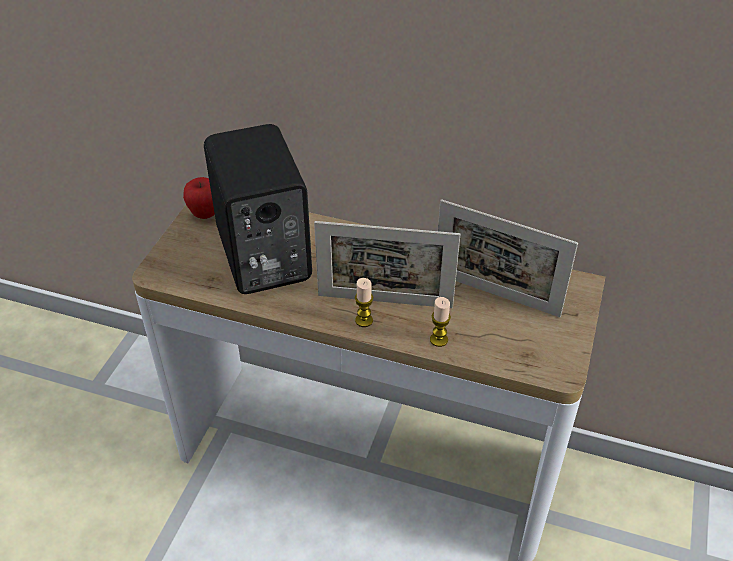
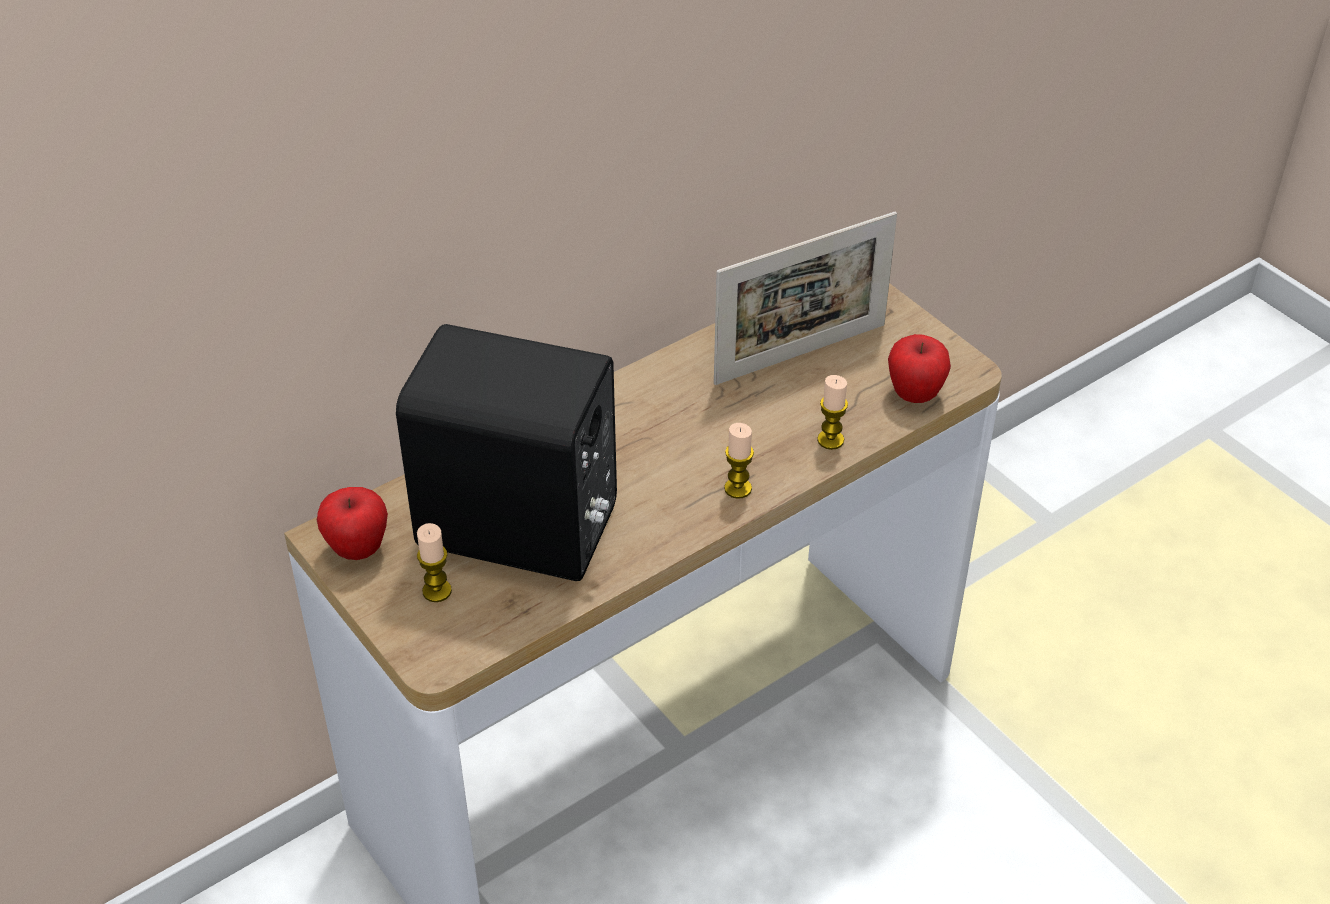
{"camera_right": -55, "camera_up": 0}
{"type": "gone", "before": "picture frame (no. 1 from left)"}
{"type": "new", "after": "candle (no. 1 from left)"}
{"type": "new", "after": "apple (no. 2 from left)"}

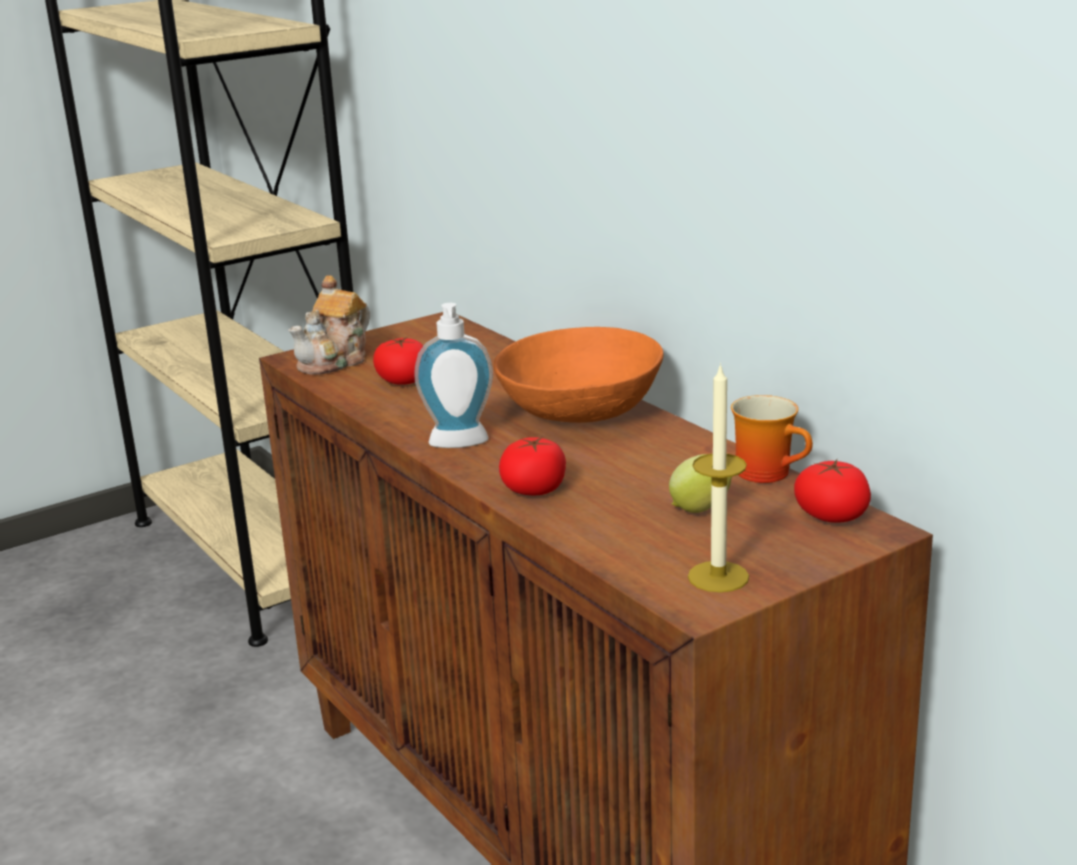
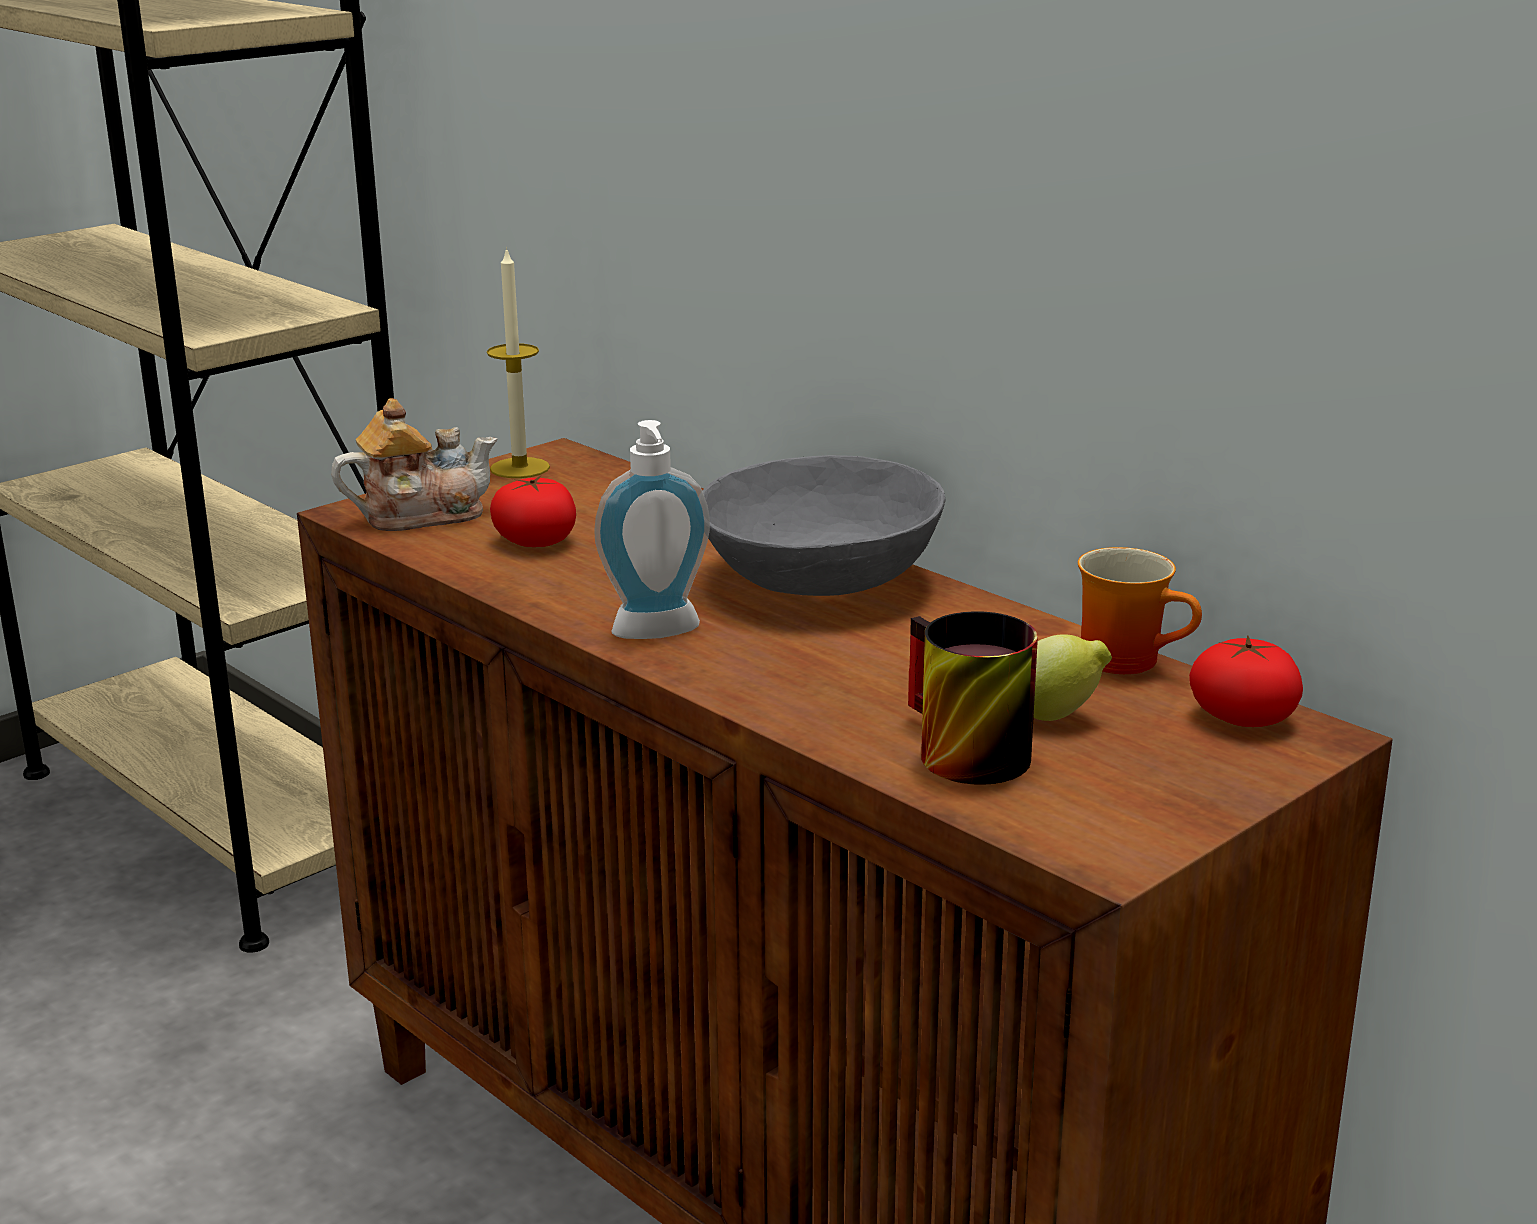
{"camera_right": -10, "camera_up": 0}
{"type": "rotated", "before": "teapot", "turn": -135}
{"type": "repainted", "before": "orange bowl", "after": "grey bowl"}
{"type": "gone", "before": "tomato (no. 2 from left)"}
{"type": "shifted", "before": "candle"}
{"type": "new", "after": "mug (no. 1 from left)"}

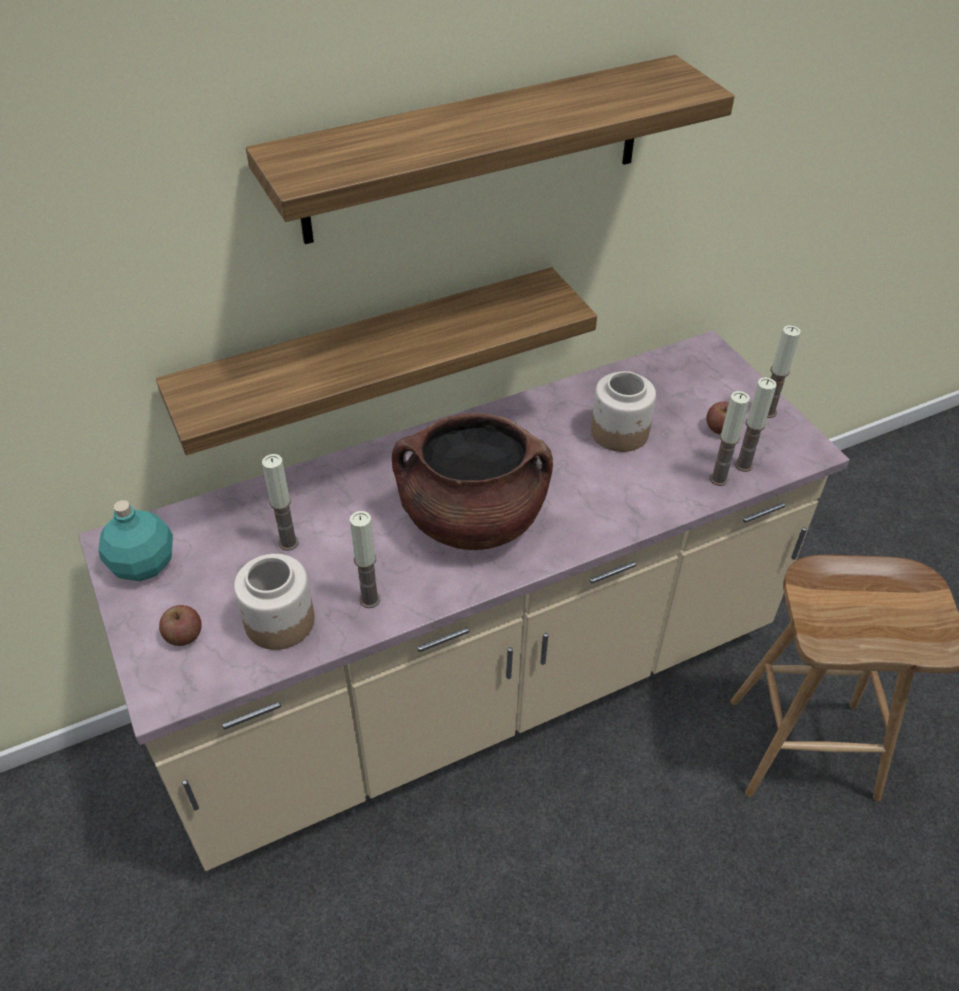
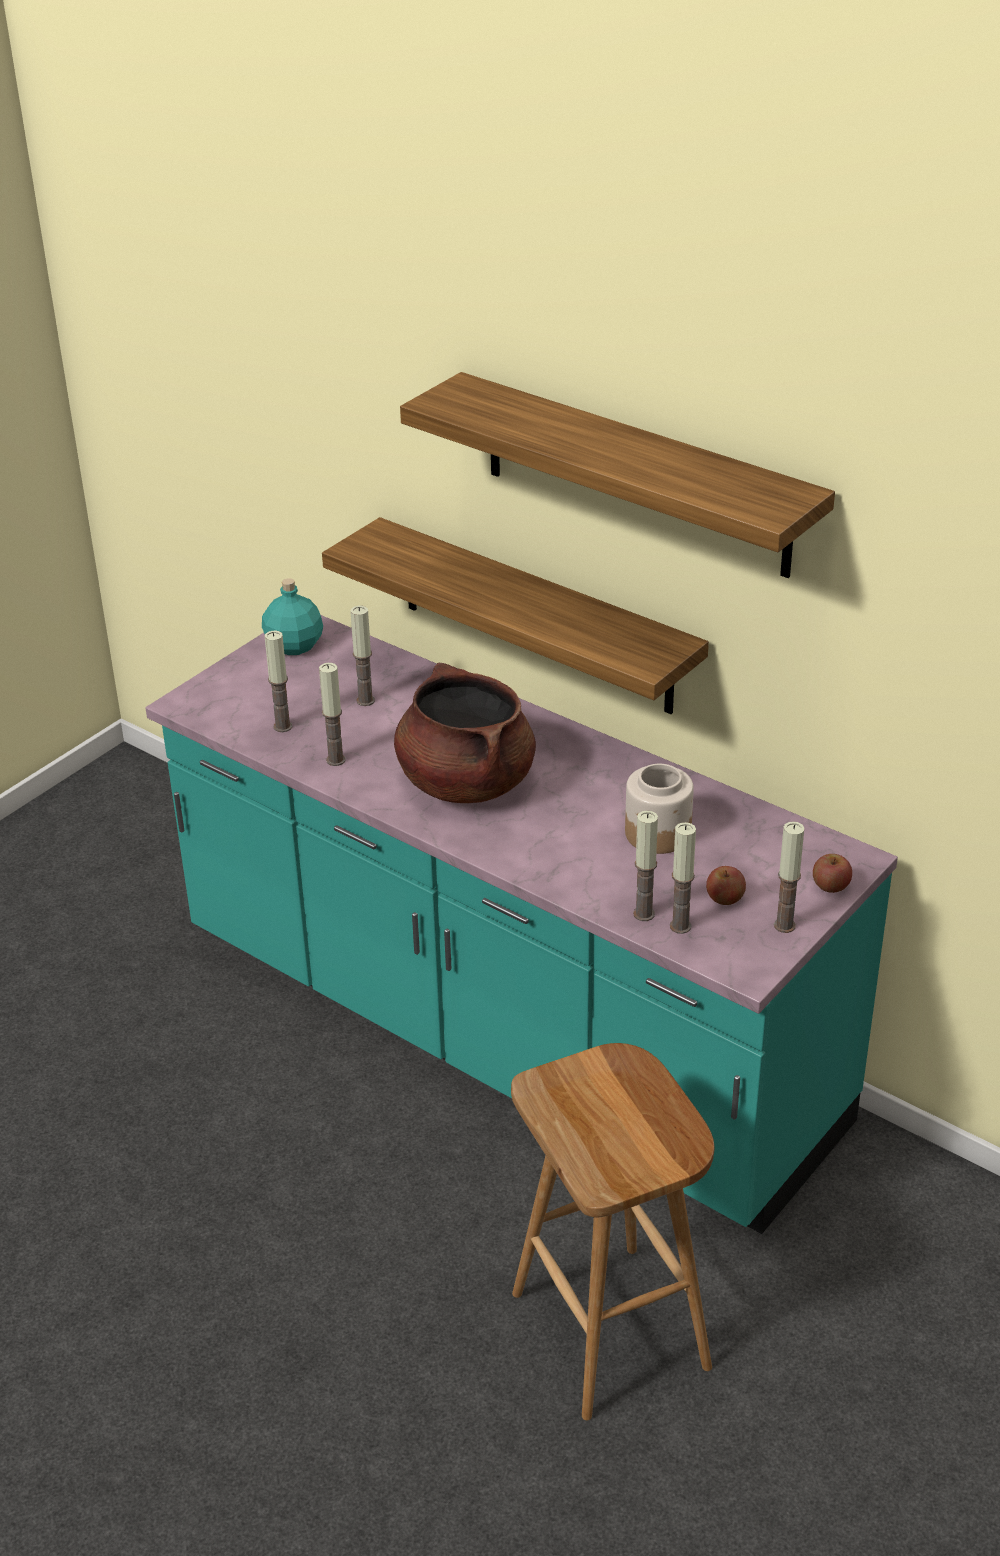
{"camera_right": 65, "camera_up": -10}
{"type": "repainted", "before": "beige counter", "after": "turquoise counter"}
{"type": "shifted", "before": "apple (no. 1 from left in the first image)", "after": "apple (no. 2 from left)"}
{"type": "swapped", "before": "jar (no. 1 from left)", "after": "candle (no. 1 from left)"}

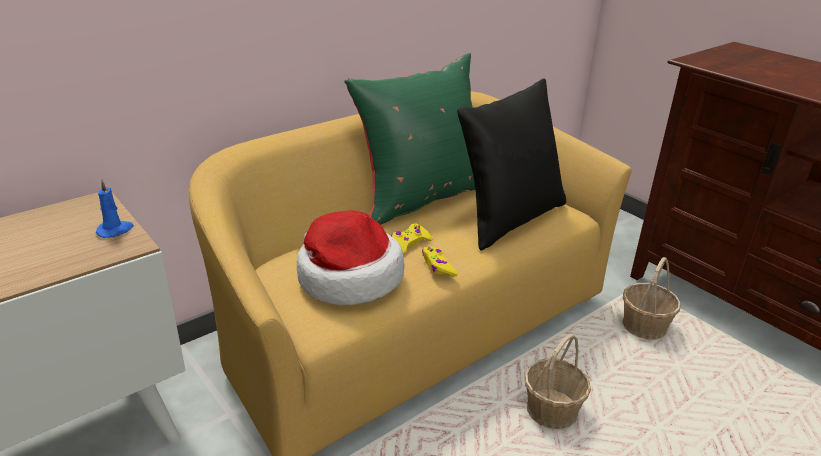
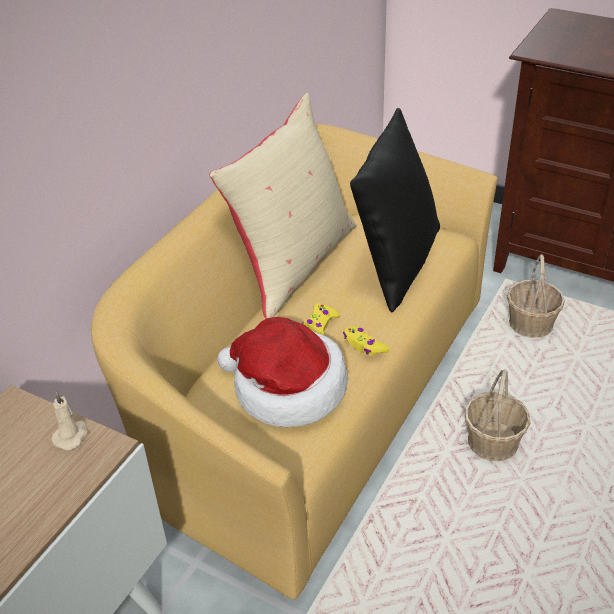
{"camera_right": -20, "camera_up": 10}
{"type": "repainted", "before": "blue candle", "after": "beige candle"}
{"type": "repainted", "before": "green pillow", "after": "beige pillow"}

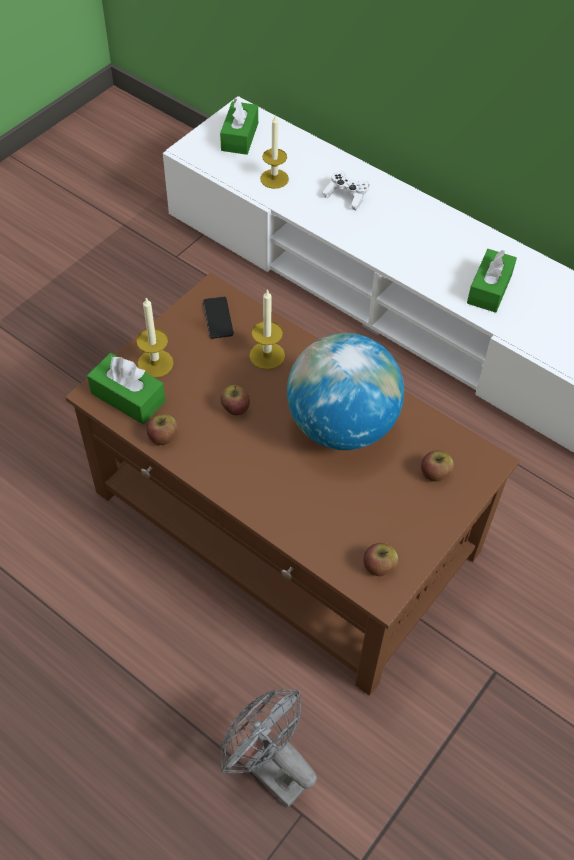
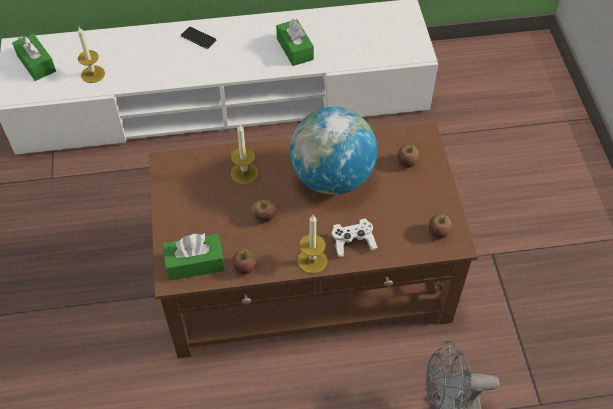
{"camera_right": -45, "camera_up": 0}
{"type": "shifted", "before": "candle (no. 1 from left in the first image)", "after": "candle (no. 3 from left)"}
{"type": "shifted", "before": "phone"}
{"type": "shifted", "before": "white game controller"}

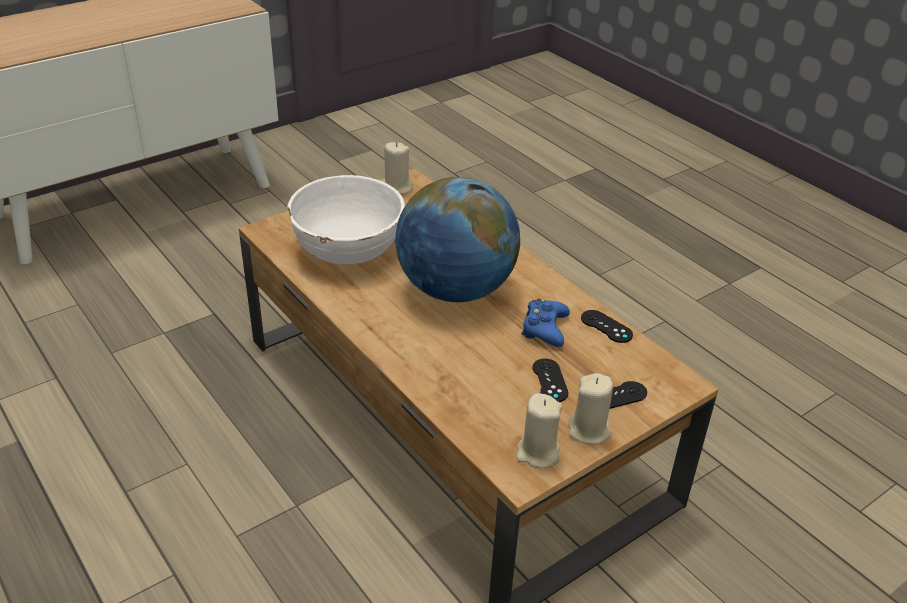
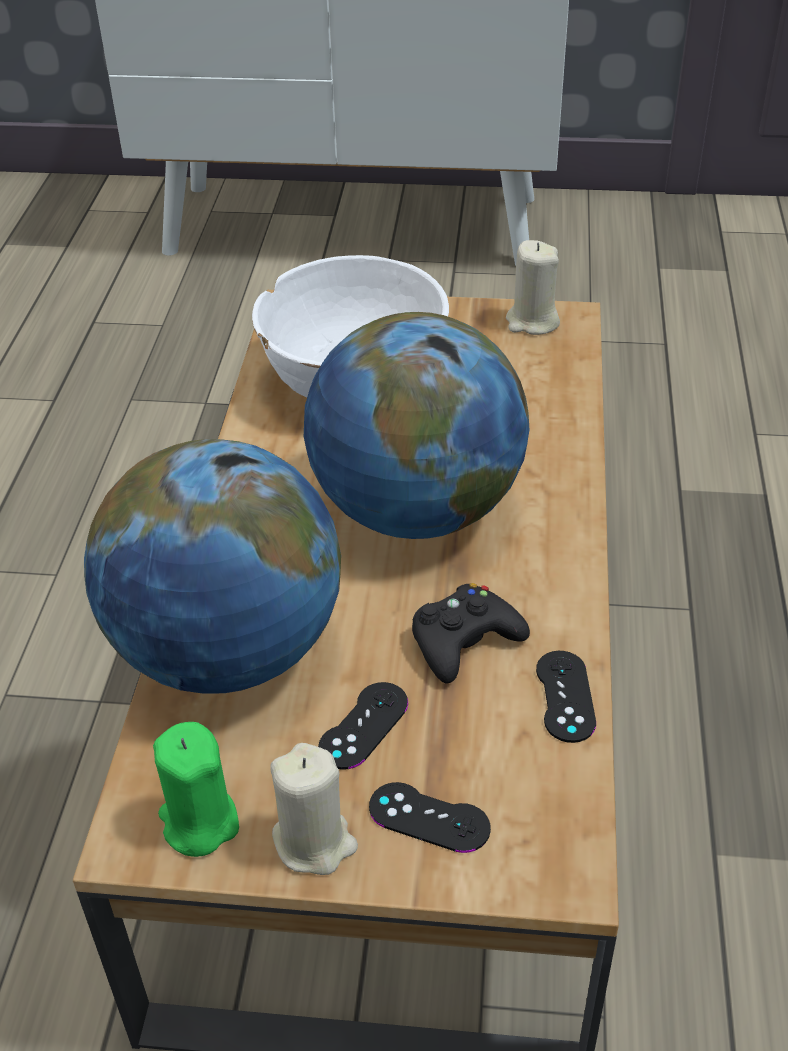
{"camera_right": 45, "camera_up": 5}
{"type": "repainted", "before": "beige candle (no. 2 from left)", "after": "green candle"}
{"type": "repainted", "before": "blue game controller", "after": "black game controller (no. 3 from left)"}
{"type": "new", "after": "globe (no. 1 from left)"}

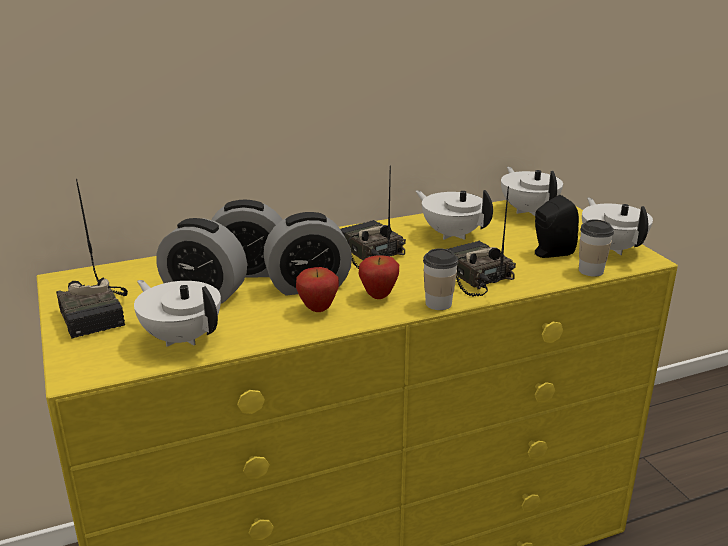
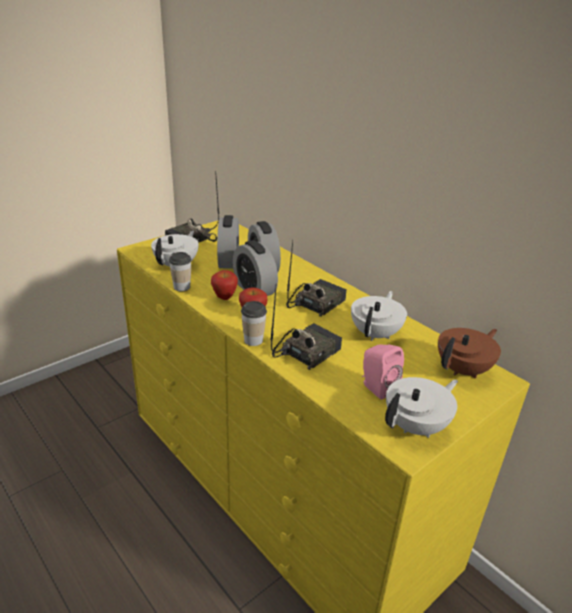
{"camera_right": 70, "camera_up": 5}
{"type": "repainted", "before": "white teapot (no. 3 from left)", "after": "brown teapot"}
{"type": "repainted", "before": "black speaker", "after": "pink speaker"}
{"type": "shifted", "before": "cup (no. 2 from left in the first image)", "after": "cup (no. 1 from left)"}

